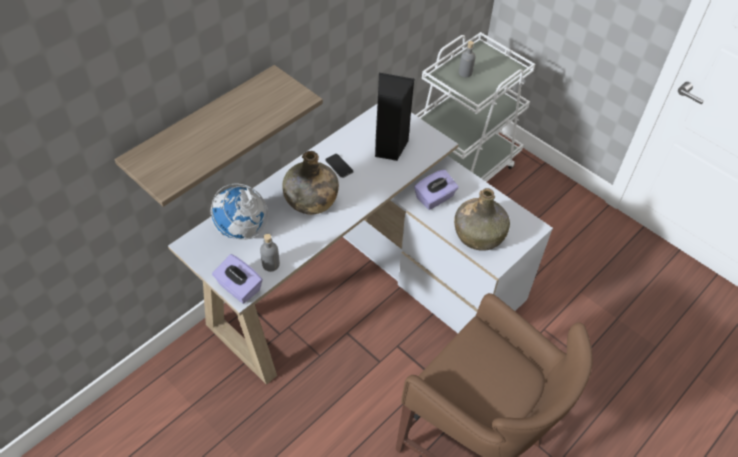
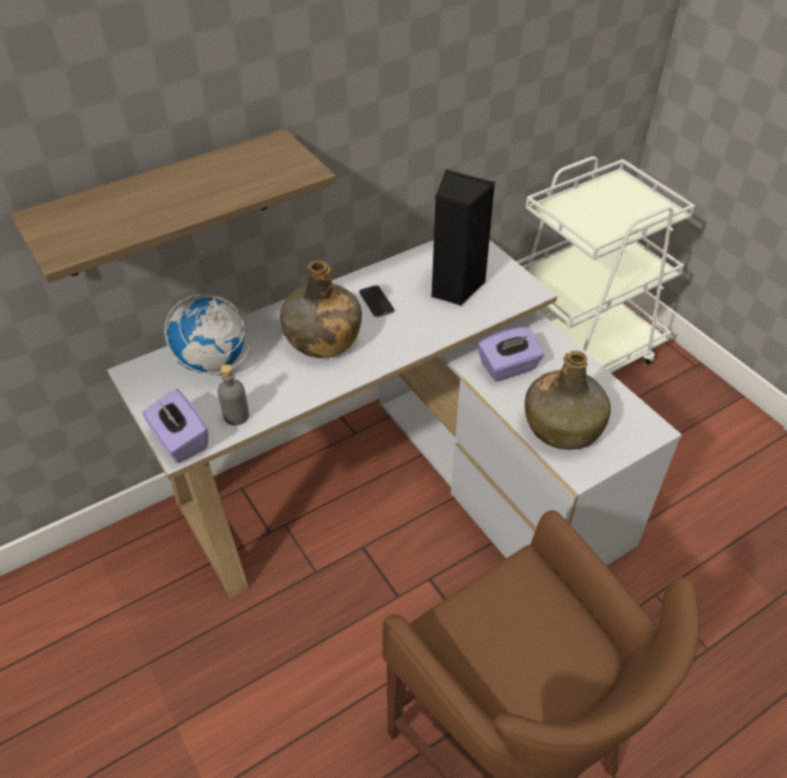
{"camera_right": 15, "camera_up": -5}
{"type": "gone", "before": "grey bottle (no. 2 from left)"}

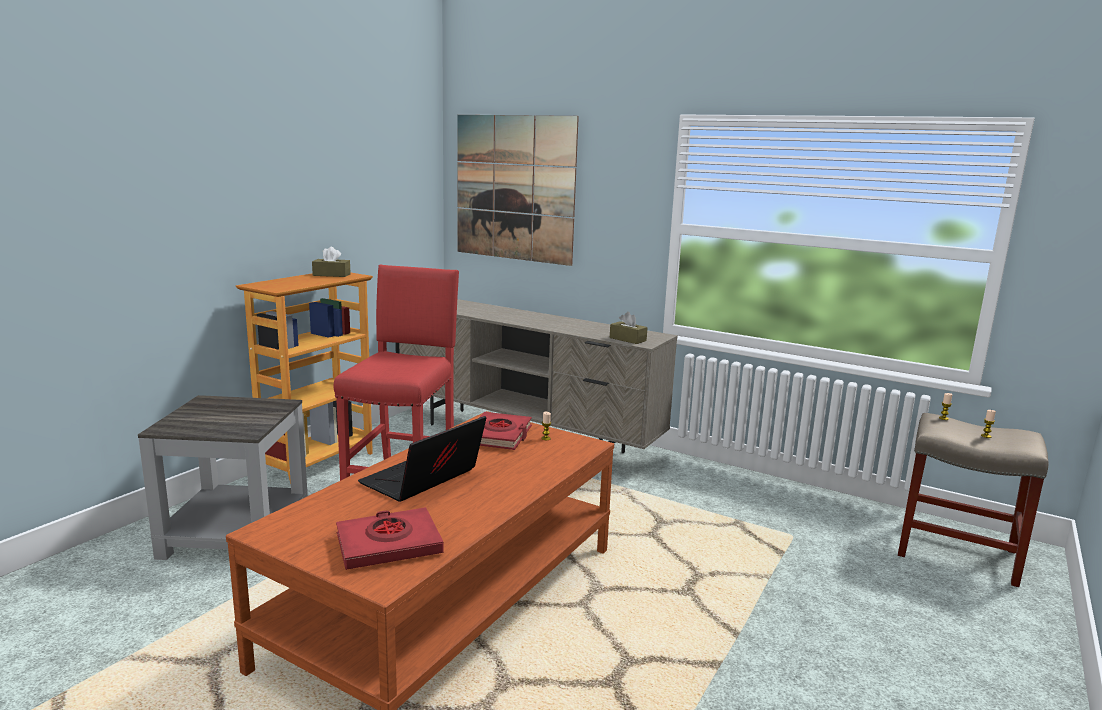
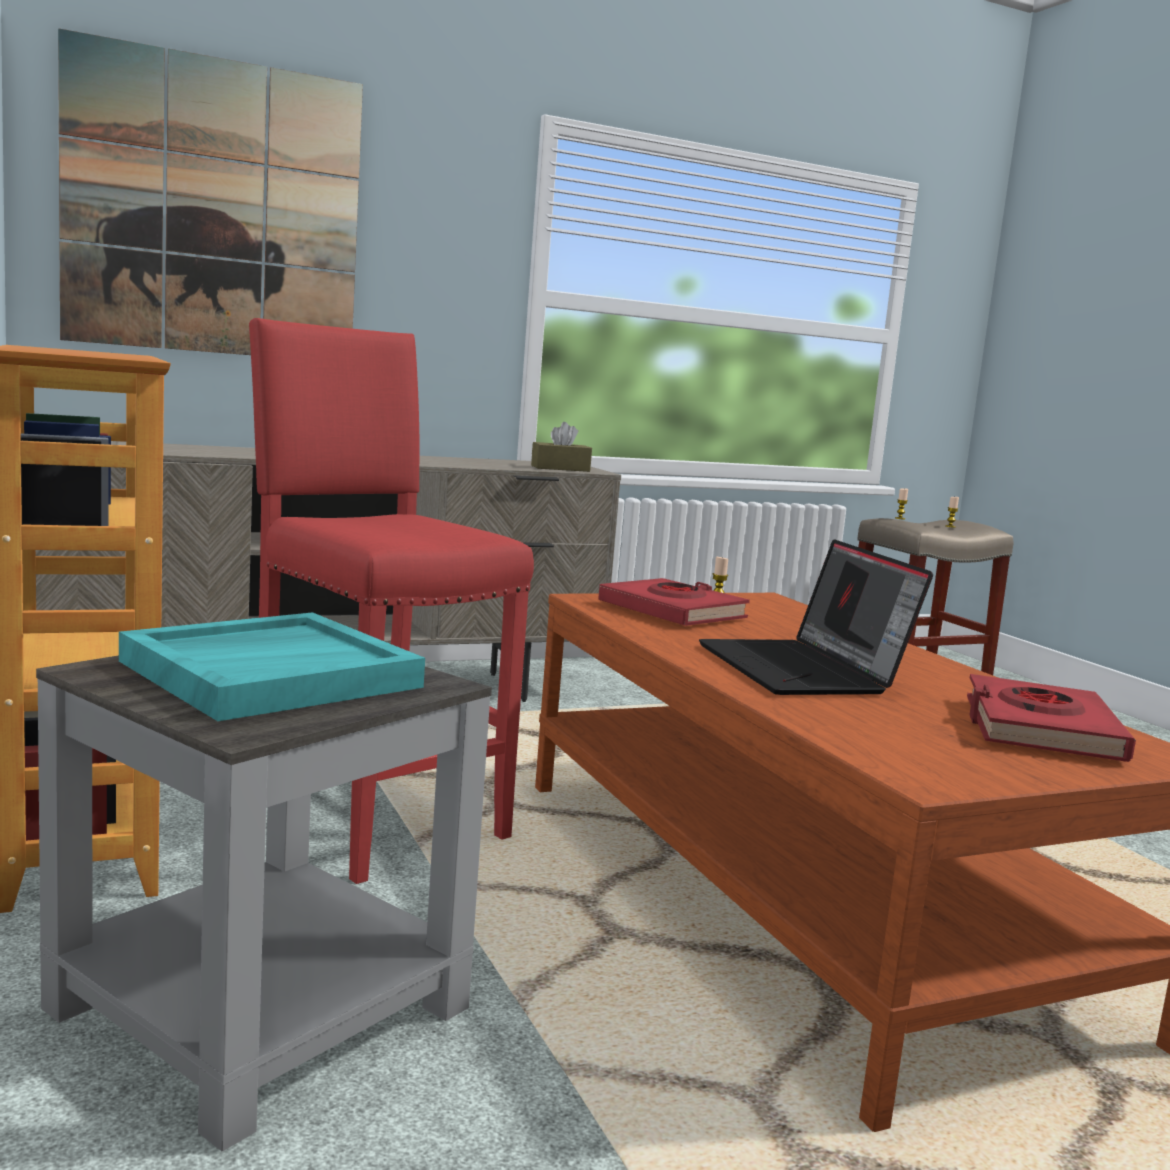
{"camera_right": -55, "camera_up": -5}
{"type": "gone", "before": "brown tissue box (no. 1 from left)"}
{"type": "new", "after": "turquoise tray"}

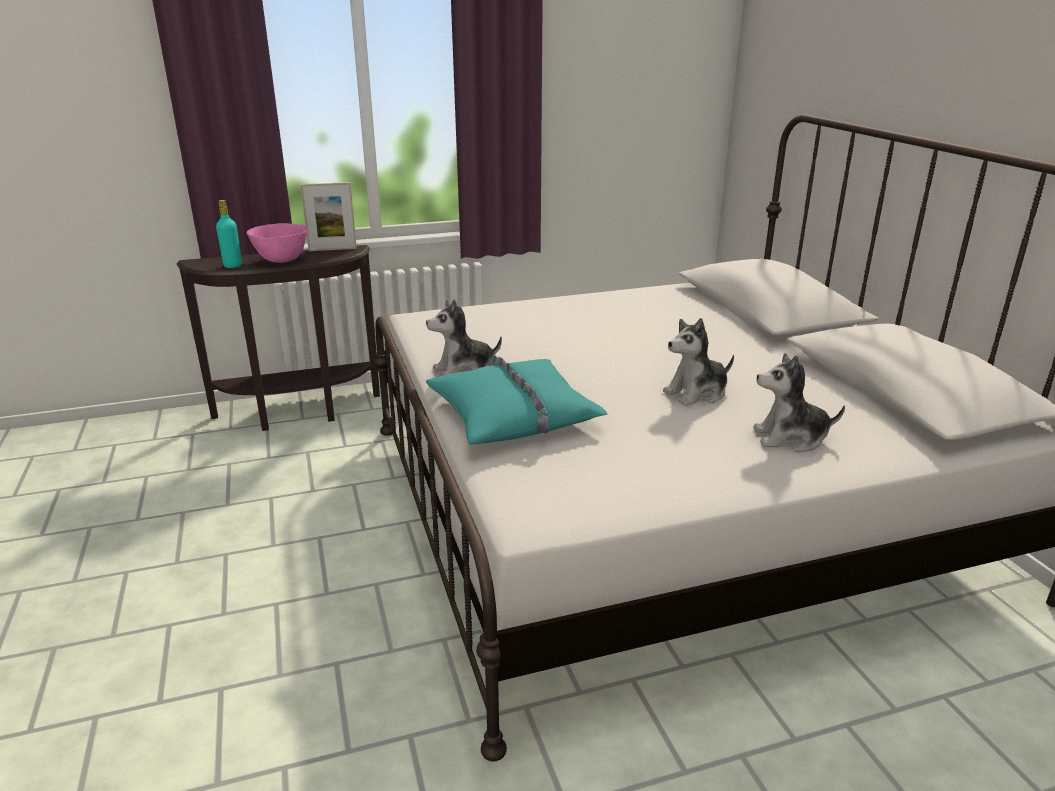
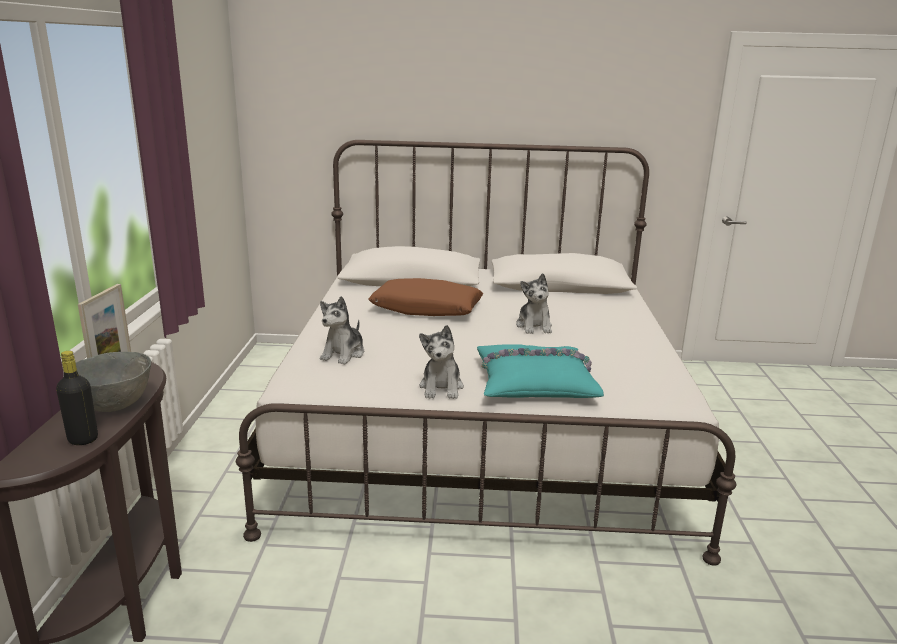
{"camera_right": -70, "camera_up": -5}
{"type": "repainted", "before": "turquoise bottle", "after": "black bottle"}
{"type": "repainted", "before": "pink bowl", "after": "grey bowl"}
{"type": "shifted", "before": "plush toy (no. 3 from left in the first image)", "after": "plush toy (no. 1 from left)"}
{"type": "new", "after": "brown pillow"}

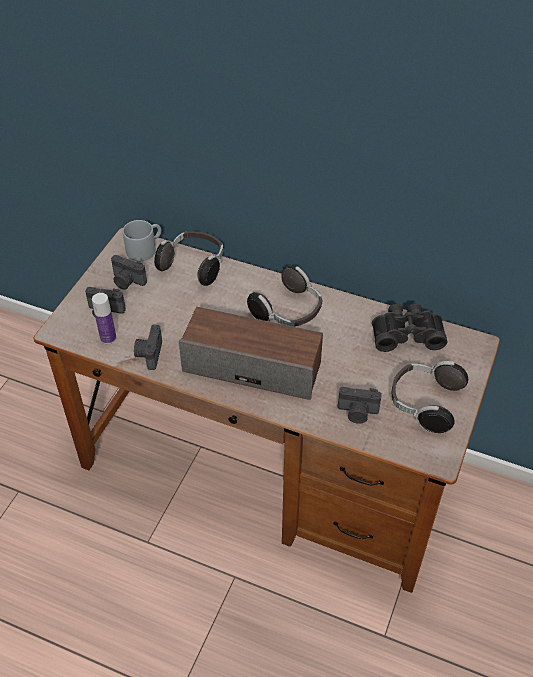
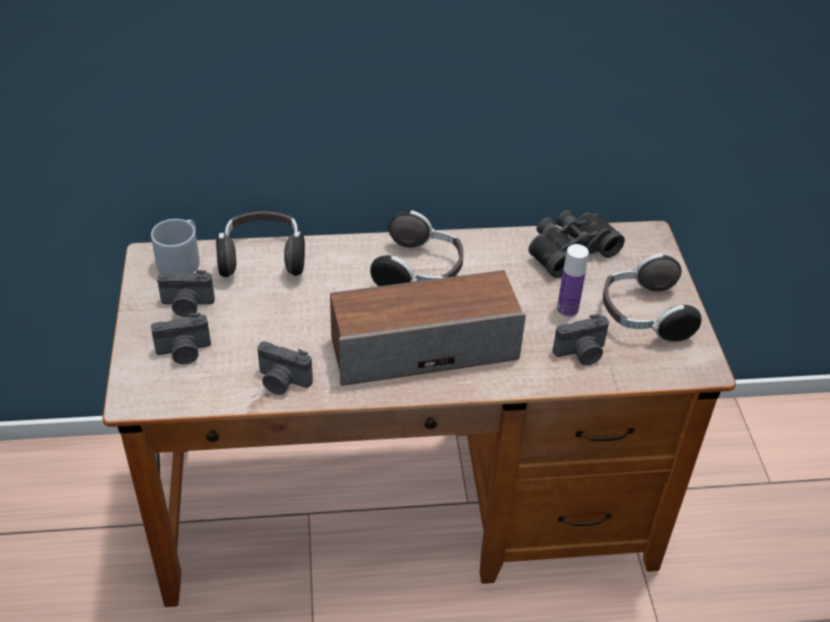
{"camera_right": -30, "camera_up": -5}
{"type": "shifted", "before": "bottle"}
{"type": "rotated", "before": "photo camera (no. 3 from left)", "turn": -45}

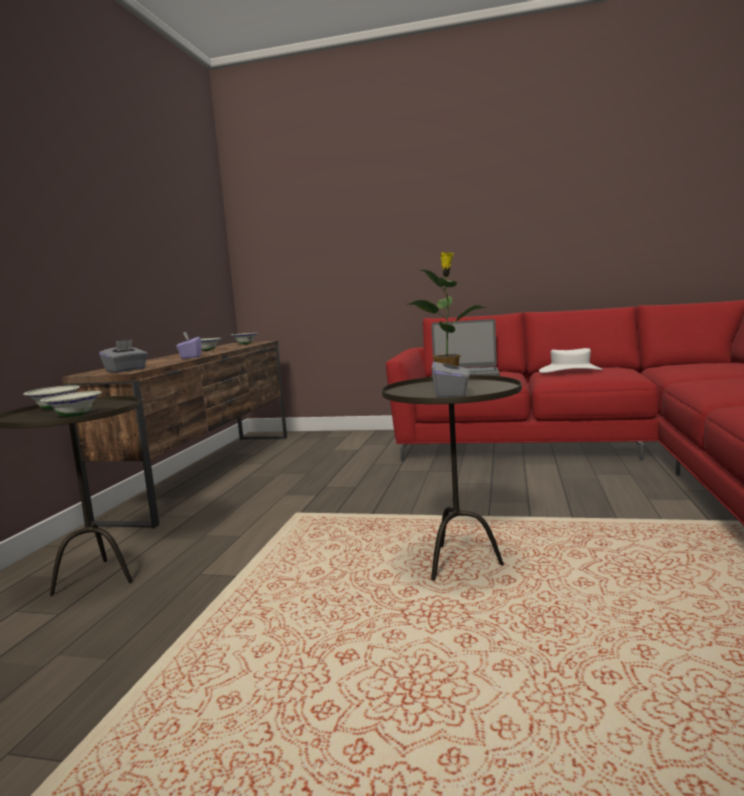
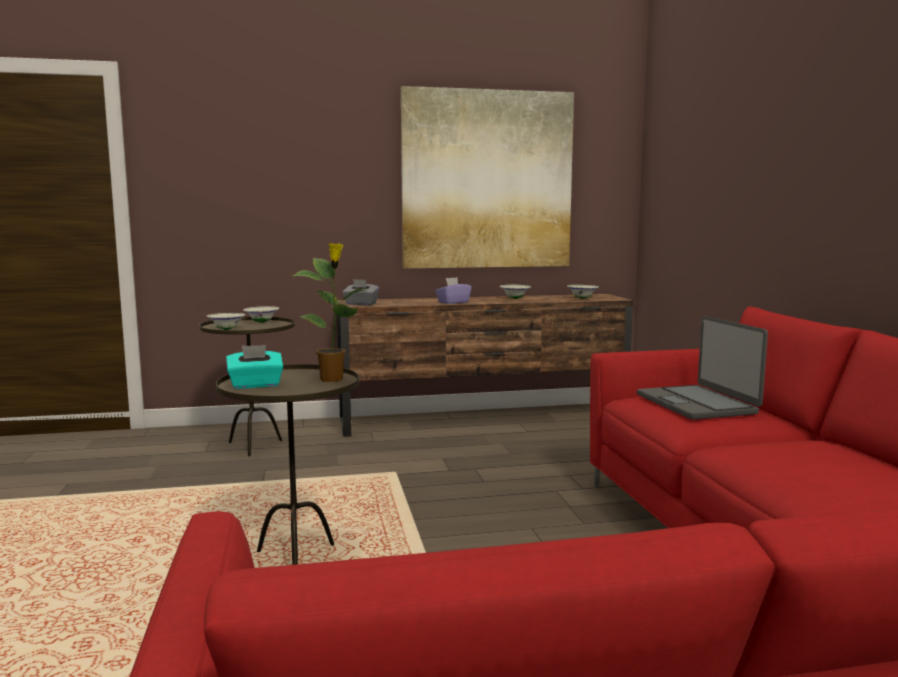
{"camera_right": 65, "camera_up": 0}
{"type": "repainted", "before": "grey tissue box (no. 2 from left)", "after": "turquoise tissue box"}
{"type": "gone", "before": "white hat"}
{"type": "new", "after": "picture"}

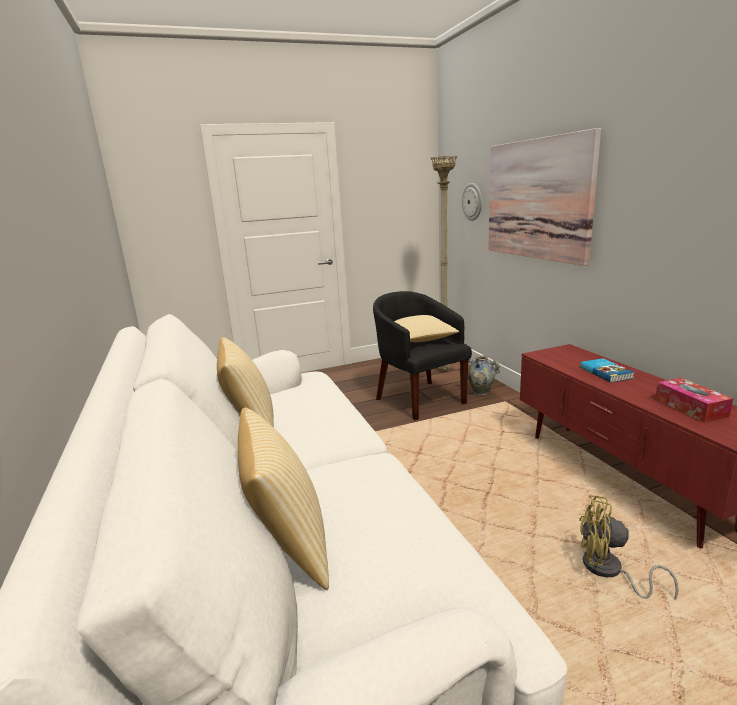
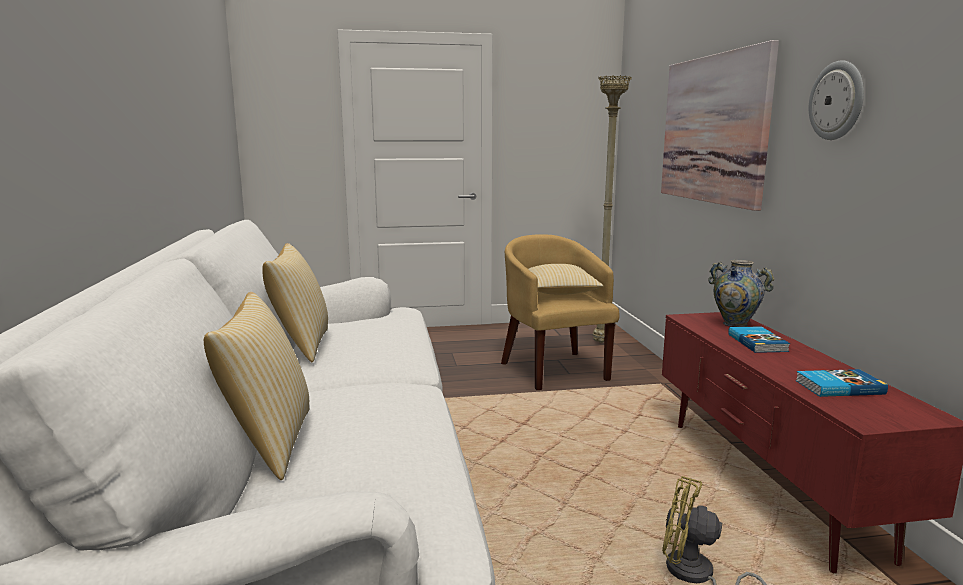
{"camera_right": 10, "camera_up": -5}
{"type": "repainted", "before": "black armchair", "after": "yellow armchair"}
{"type": "shifted", "before": "wall clock"}
{"type": "shifted", "before": "vase"}
{"type": "swapped", "before": "tissue box", "after": "book (no. 2 from left)"}

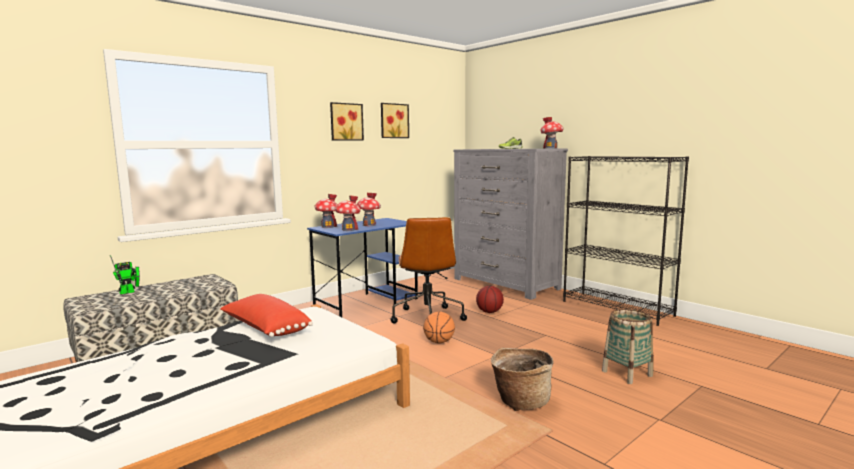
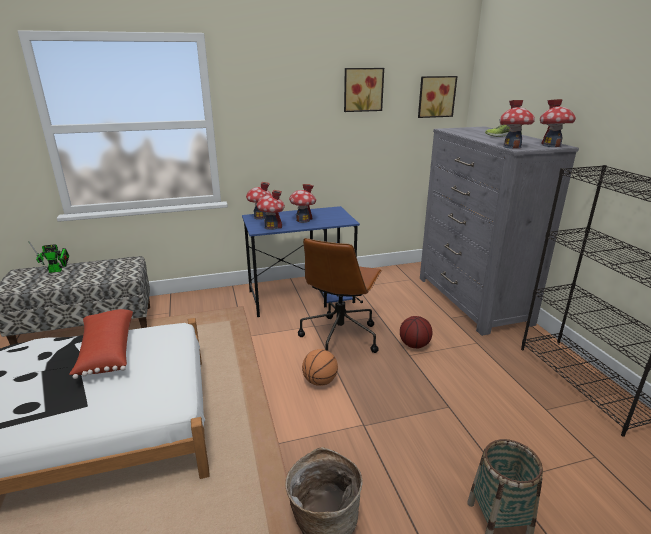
{"camera_right": 25, "camera_up": 15}
{"type": "shifted", "before": "picture (no. 1 from left in the first image)", "after": "picture (no. 2 from left)"}
{"type": "new", "after": "toy house (no. 4 from left)"}

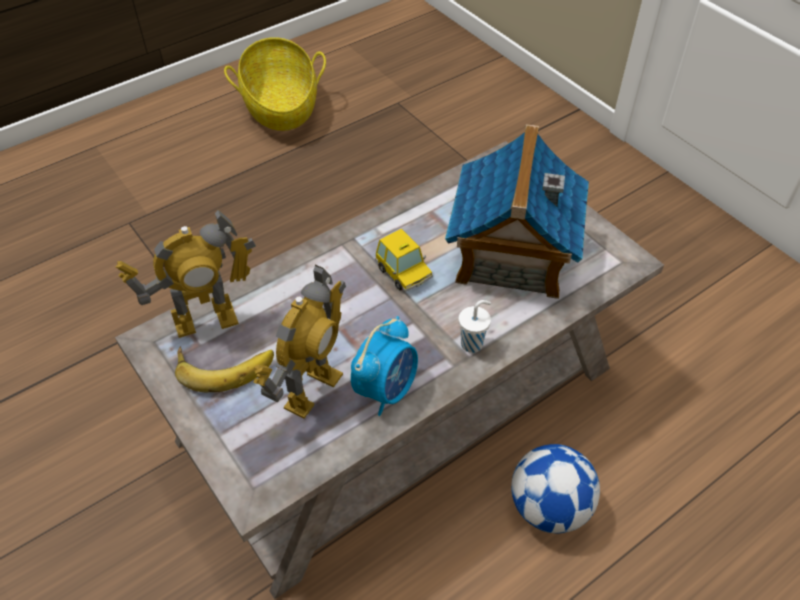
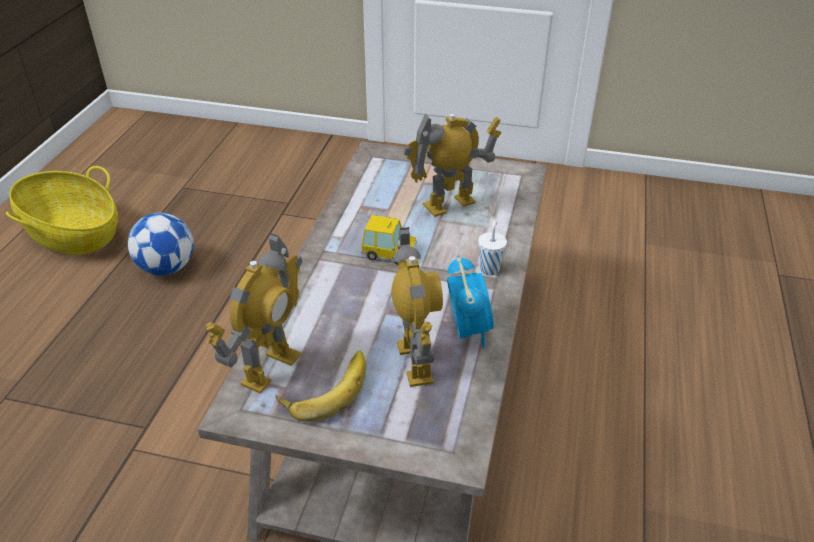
{"camera_right": -40, "camera_up": -10}
{"type": "swapped", "before": "toy house", "after": "toy robot (no. 3 from left)"}
{"type": "shifted", "before": "football"}

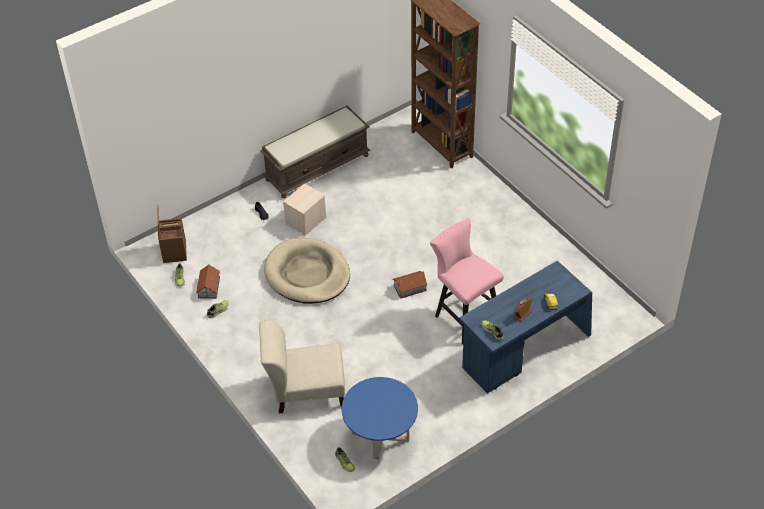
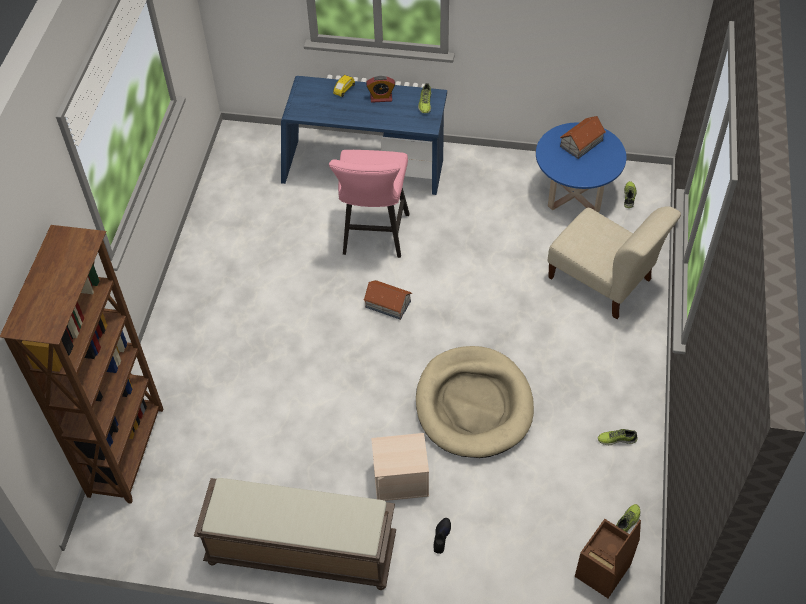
{"camera_right": -135, "camera_up": 5}
{"type": "shifted", "before": "toy house (no. 1 from left in the first image)", "after": "toy house (no. 2 from left)"}

